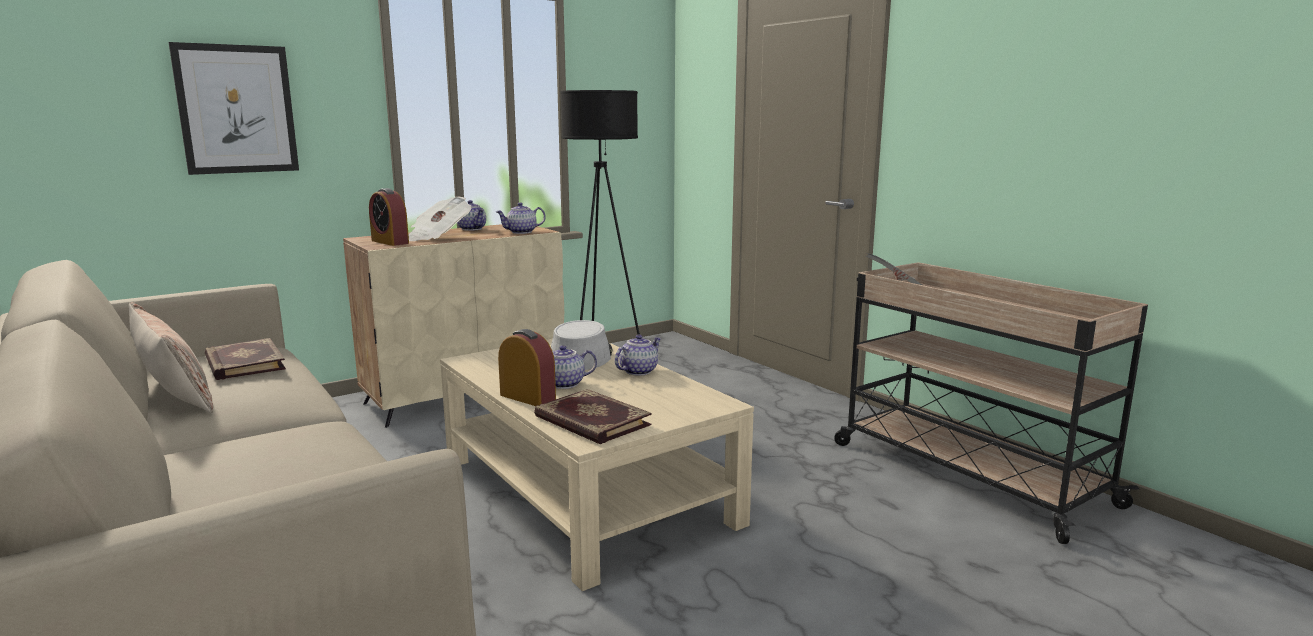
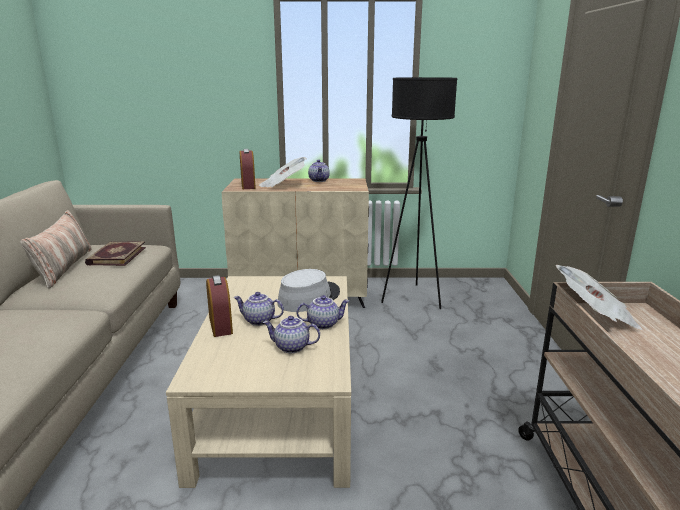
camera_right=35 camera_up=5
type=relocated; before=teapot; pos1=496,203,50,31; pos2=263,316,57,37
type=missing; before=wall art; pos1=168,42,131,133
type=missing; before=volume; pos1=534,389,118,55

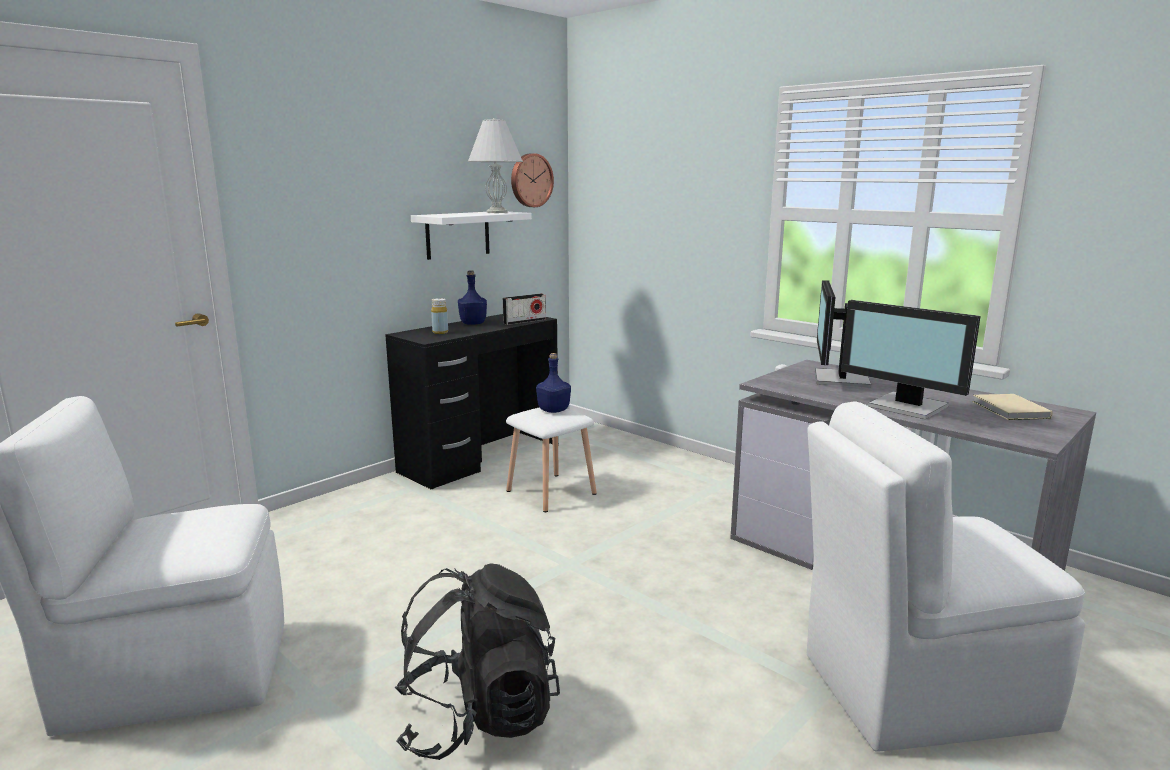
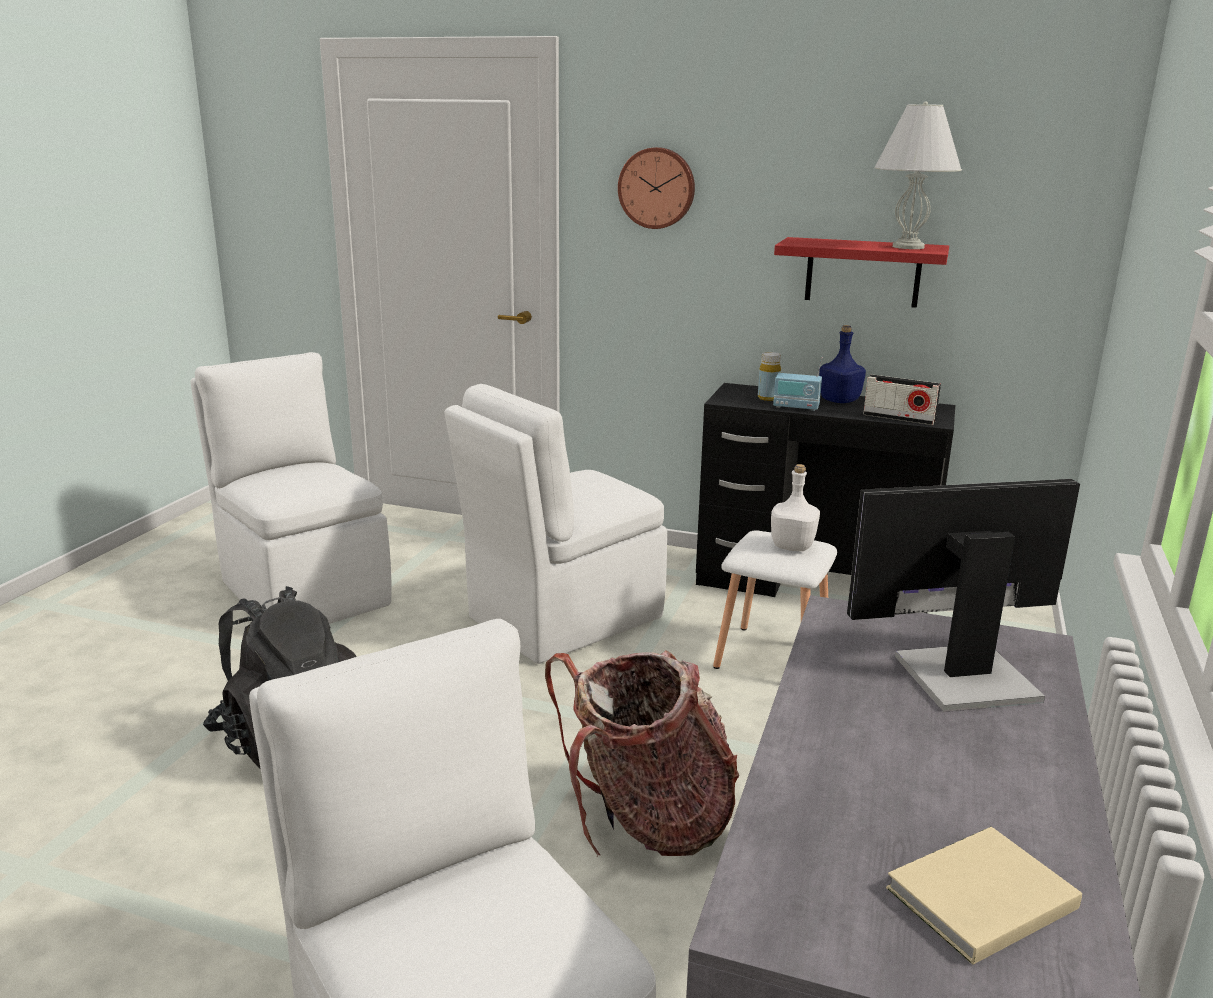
camera_right=65 camera_up=5
type=appeared; after=white chair; pos2=444,384,223,280
type=appeared; after=rucksack; pos2=545,650,194,207
type=relocated; before=hanging clock; pos1=511,153,43,54; pos2=618,147,77,82
type=colour; before=bluish bottle; after=white bottle; pos1=536,353,35,60; pos2=771,464,49,87
type=appeared; after=radio; pos2=773,357,50,54
type=colour; before=white shelf; after=reddish shelf; pos1=411,212,121,48; pos2=774,237,175,71
type=missing; before=computer display; pos1=841,300,140,119

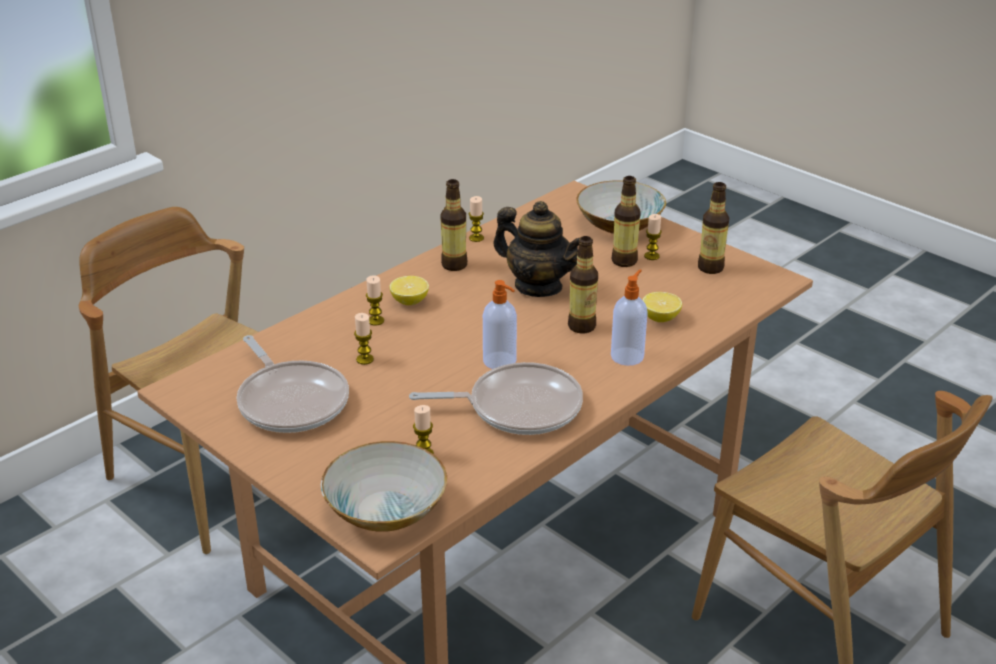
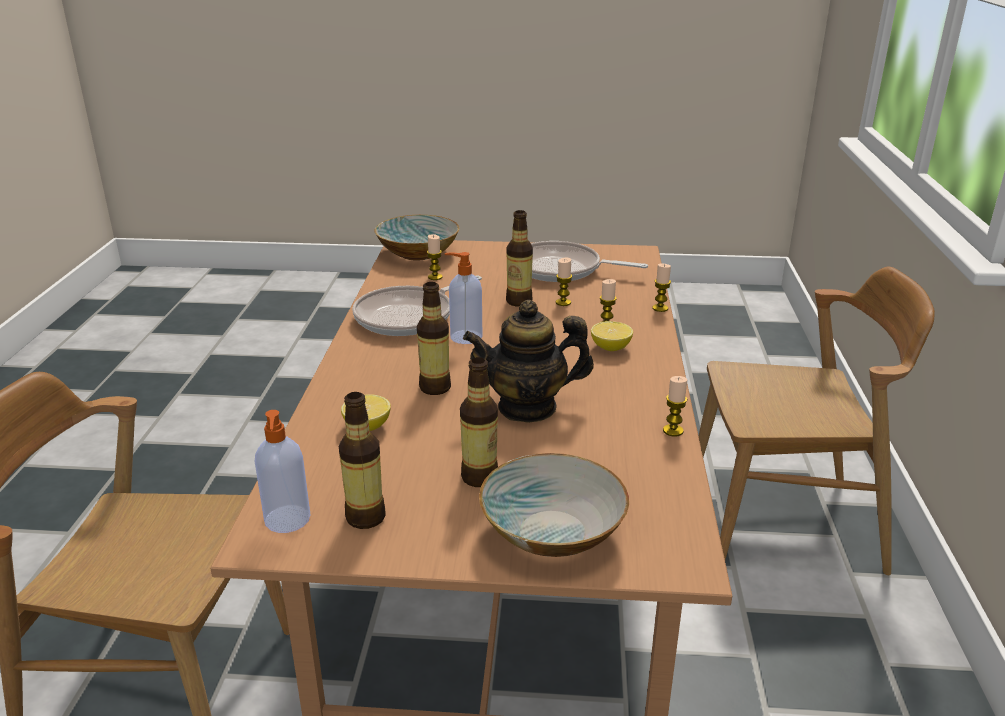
camera_right=140 camera_up=-5
type=relocated; before=liquid soap bottle; pos1=611,270,37,96; pos2=255,410,56,123
type=relocated; before=bottle; pos1=440,179,27,92; pos2=506,210,27,97
type=relocated; before=wax candle; pos1=644,214,18,46; pos2=652,263,19,49

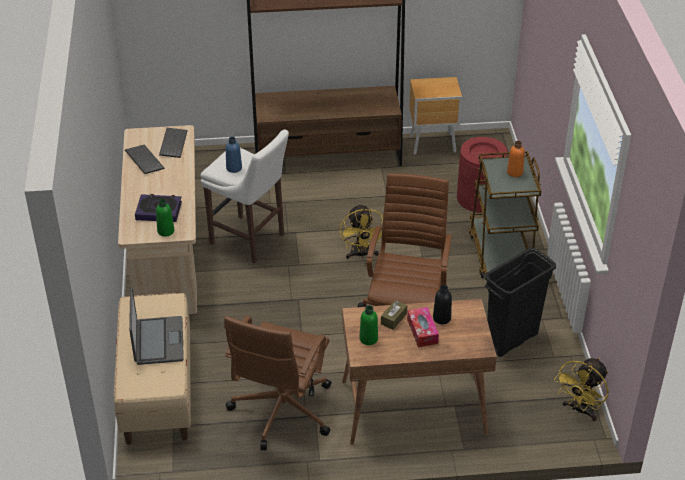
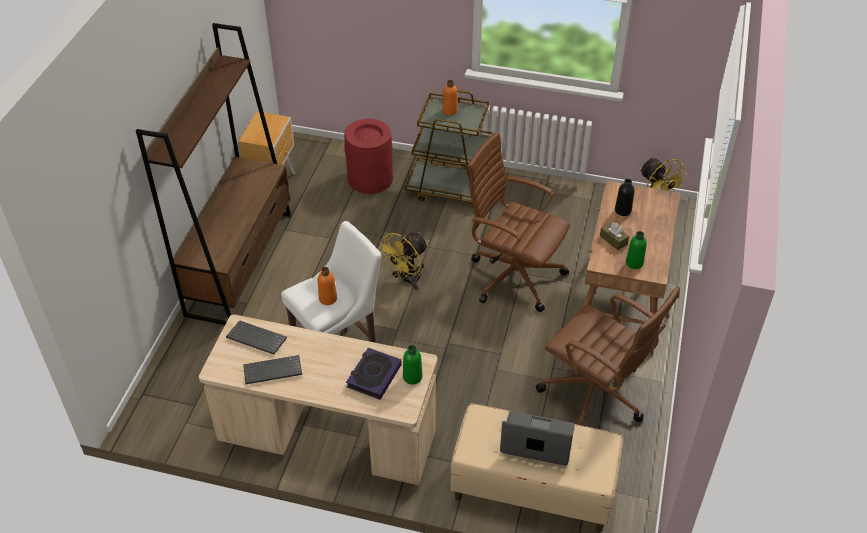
camera_right=-70 camera_up=5
type=colour; before=bluish bottle; after=orangey bottle; pos1=226,137,16,36; pos2=318,267,19,38
type=spun; before=yellowish fan; pos1=340,203,43,56; pos2=378,232,50,58; turn=120
type=missing; before=tissue box; pos1=407,307,32,40
type=missing; before=black-coloured rubbish bin; pos1=485,248,71,109

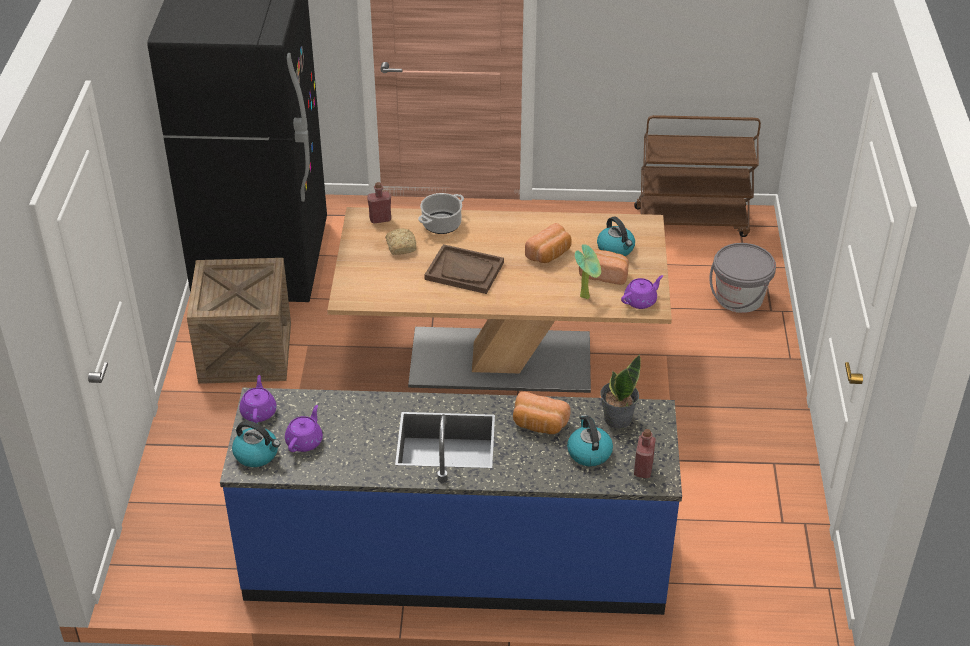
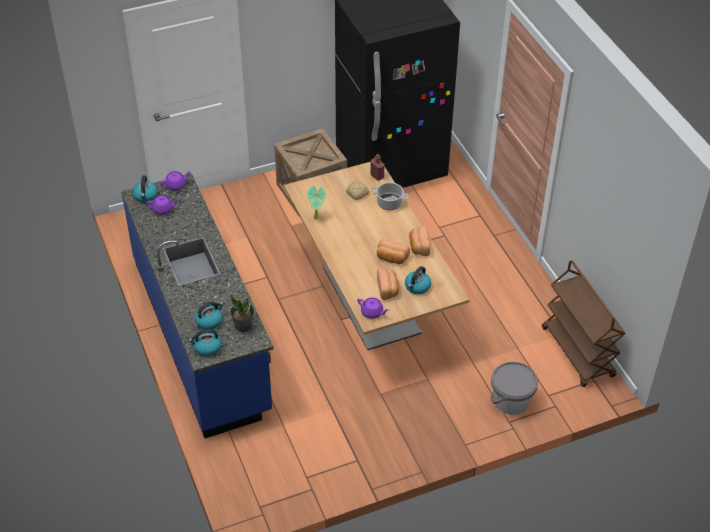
camera_right=65 camera_up=5
type=exchanged; before=reddish bottle; after=water kettle; pos1=634,429,22,49; pos2=188,329,34,27
type=relocated; before=houseplant; pos1=575,244,26,55; pos2=308,186,18,34
type=relocated; before=baked bread; pos1=513,392,58,42; pos2=409,226,21,30
type=missing; before=brown carrying tray; pos1=424,244,80,50

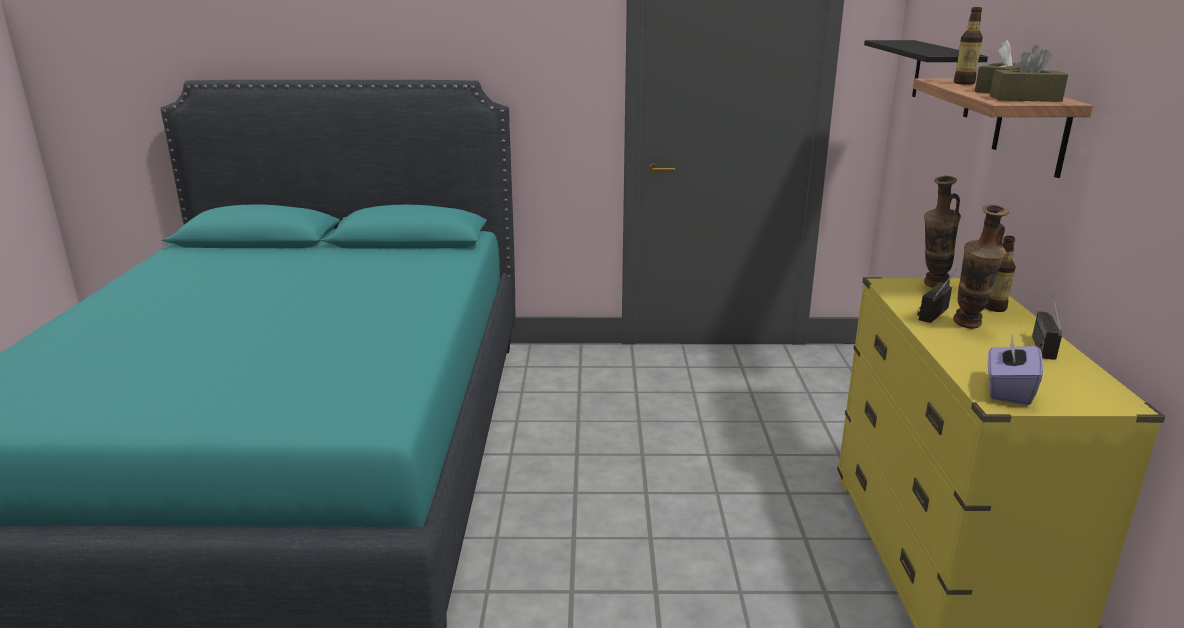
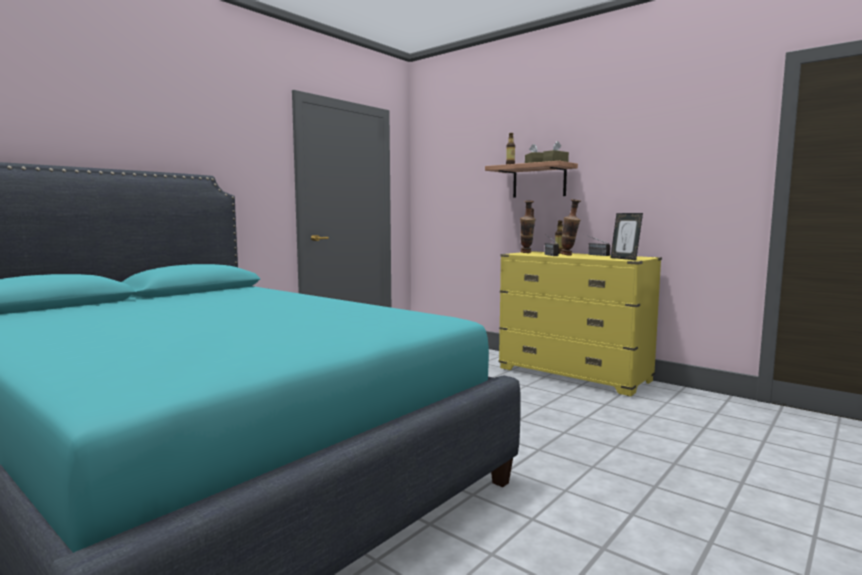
camera_right=-50 camera_up=-15
type=exchanged; before=purple-coloured tissue box; after=photo frame; pos1=988,335,55,71; pos2=610,213,33,47
type=missing; before=black-coloured shelf; pos1=864,40,124,77

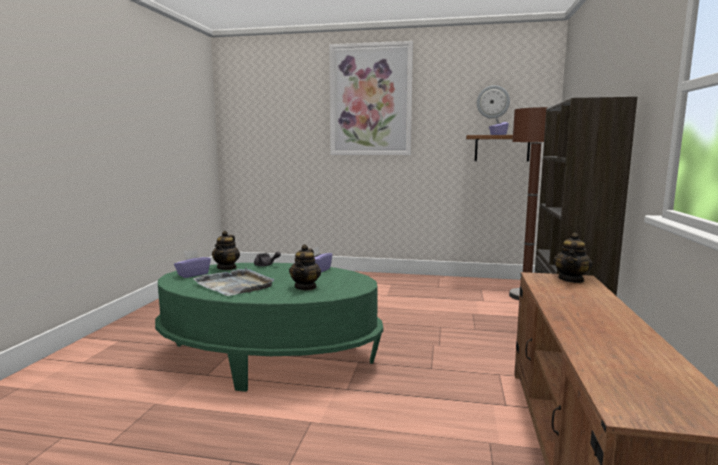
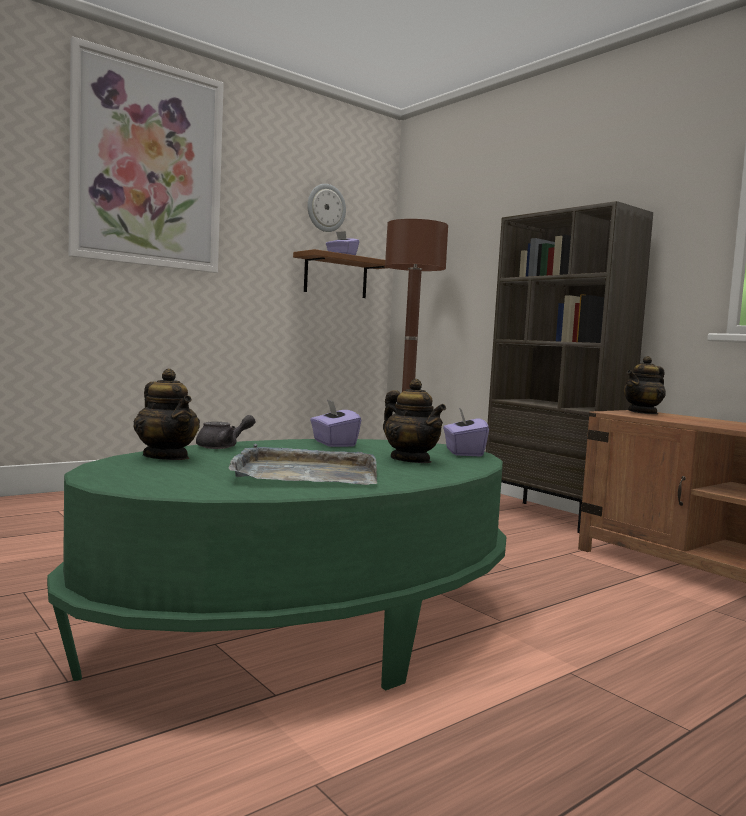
camera_right=-50 camera_up=-5
type=relocated; before=purple-coloured tissue box; pos1=174,250,37,28; pos2=443,408,46,48
type=spun; before=teapot; pos1=553,233,40,50; pos2=624,356,42,58; turn=75

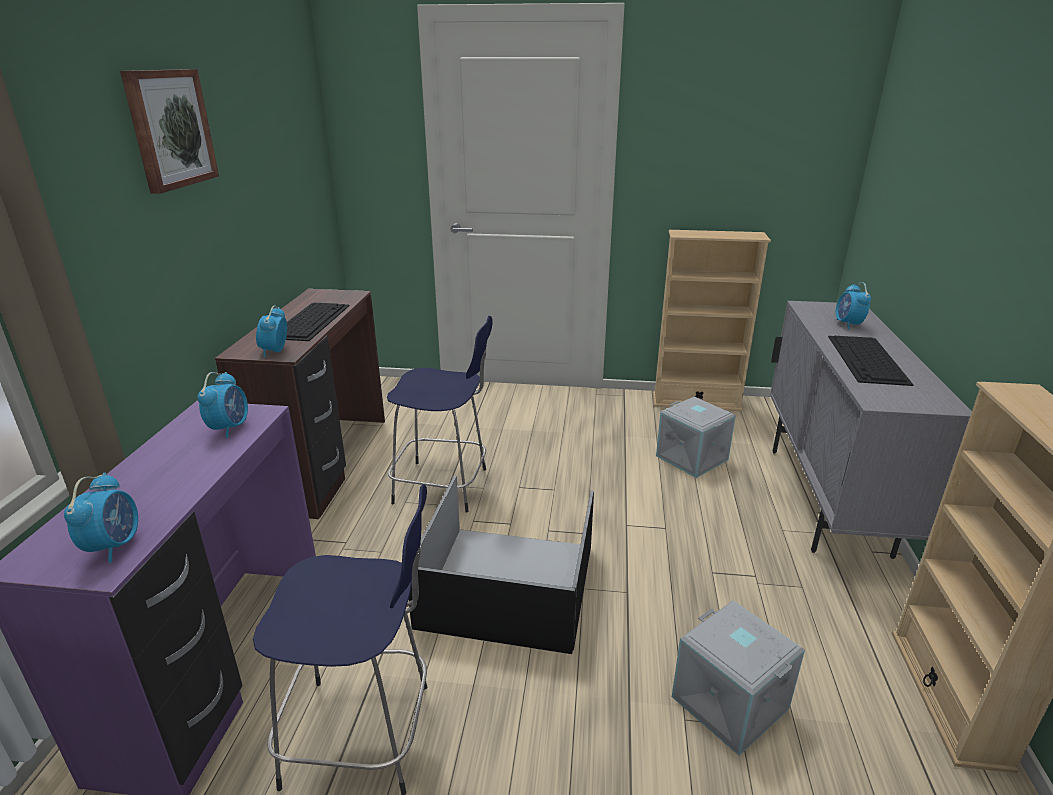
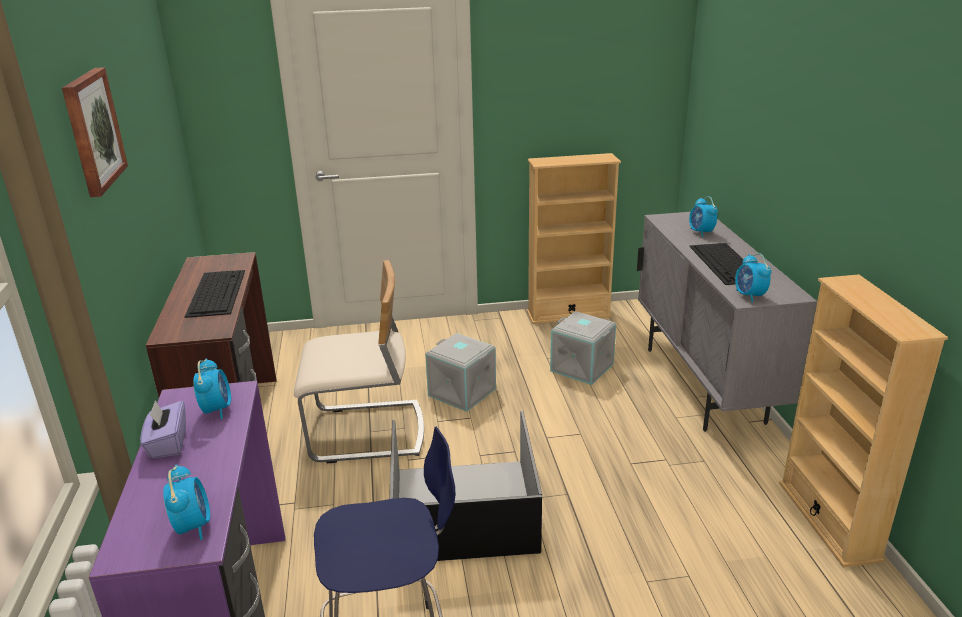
camera_right=-15 camera_up=0
type=appeared; after=purple-coloured tissue box; pos2=140,400,46,59
type=exchanged; before=bluish sitting stool; after=sand-coloured chair; pos1=387,316,106,197; pos2=294,260,130,203
type=relocated; before=grey storage container; pos1=672,600,133,156; pos2=425,333,71,79
type=relocated; before=alarm clock; pos1=256,305,31,52; pos2=735,253,36,49

